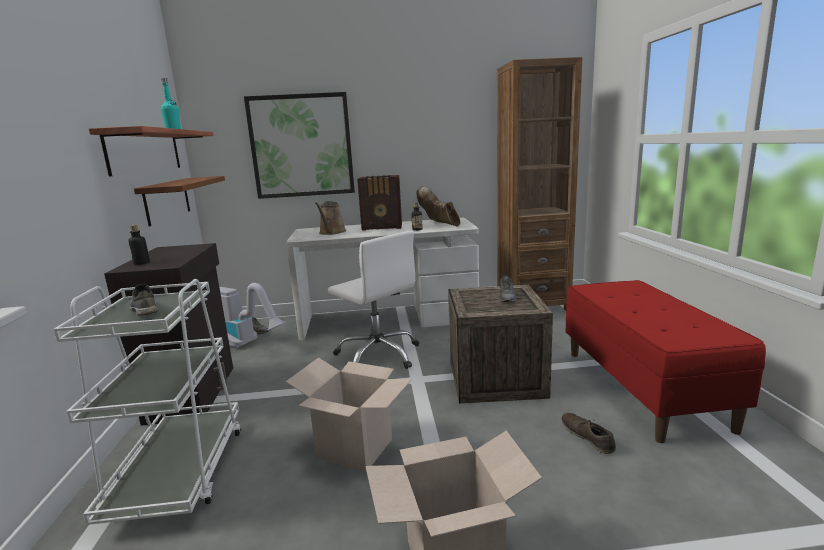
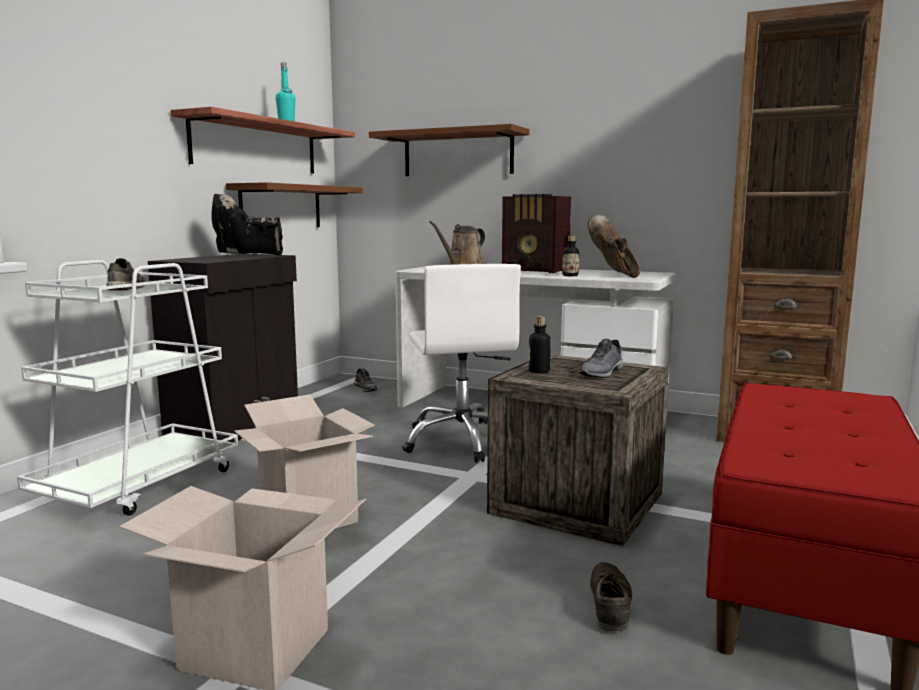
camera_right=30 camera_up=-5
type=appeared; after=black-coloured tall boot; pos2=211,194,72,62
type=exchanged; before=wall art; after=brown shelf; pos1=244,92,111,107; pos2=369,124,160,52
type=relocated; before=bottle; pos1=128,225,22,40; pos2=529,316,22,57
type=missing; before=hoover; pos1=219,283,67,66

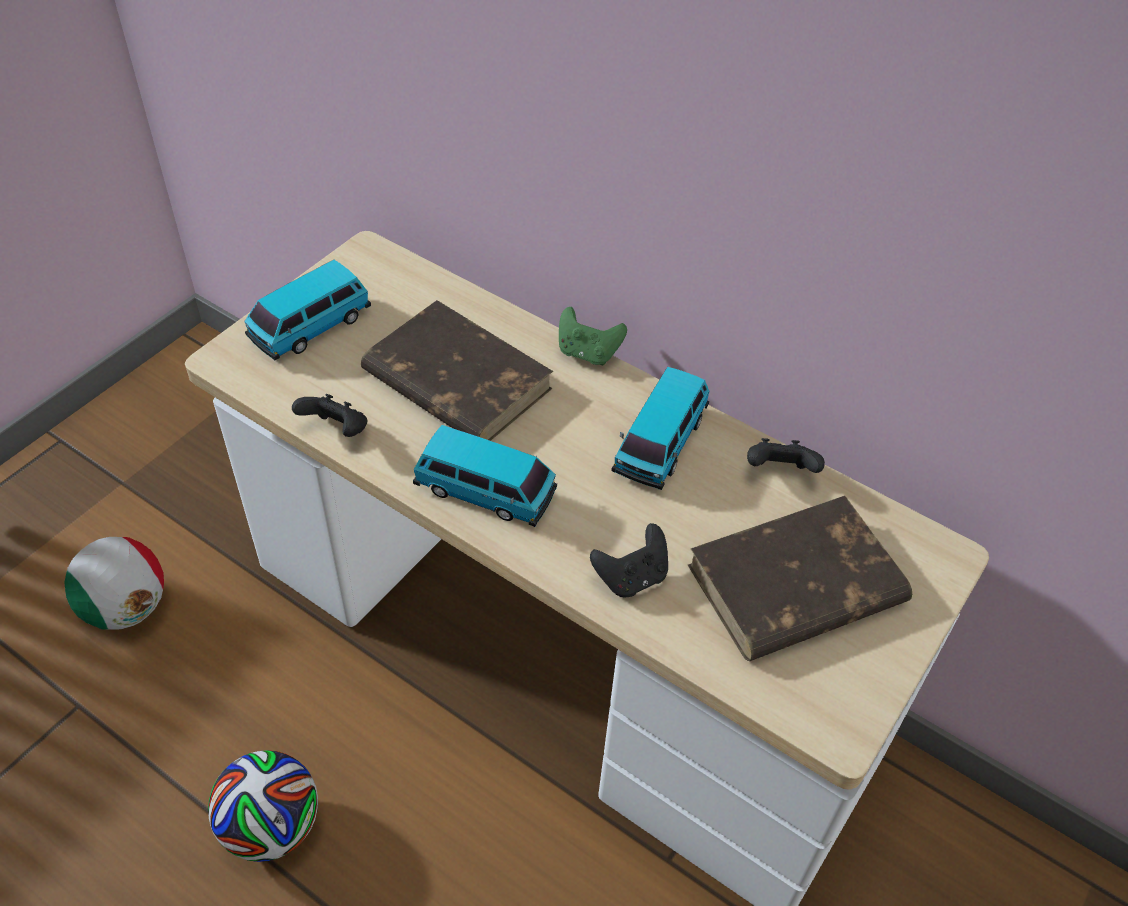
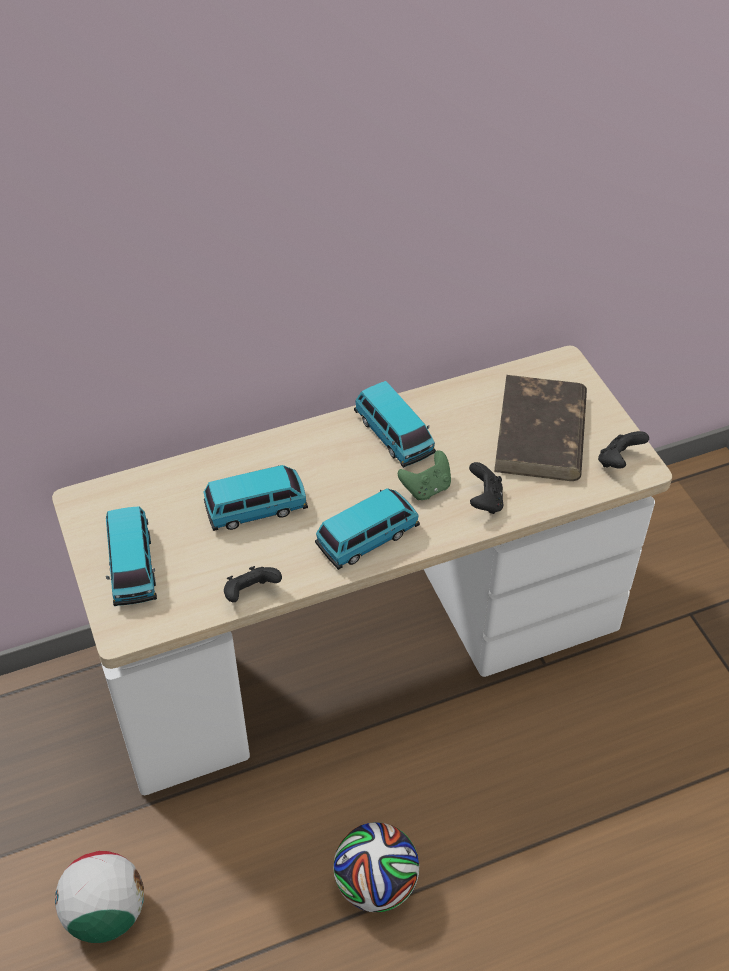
camera_right=-55 camera_up=0
type=exchanged; before=brown volume; after=model car; pos1=361,300,192,141; pos2=204,465,104,66
type=relocated; before=greenish game controller; pos1=559,307,68,58; pos2=398,451,53,49
type=relocated; before=black-coloured game controller; pos1=747,438,78,35; pos2=598,431,51,37

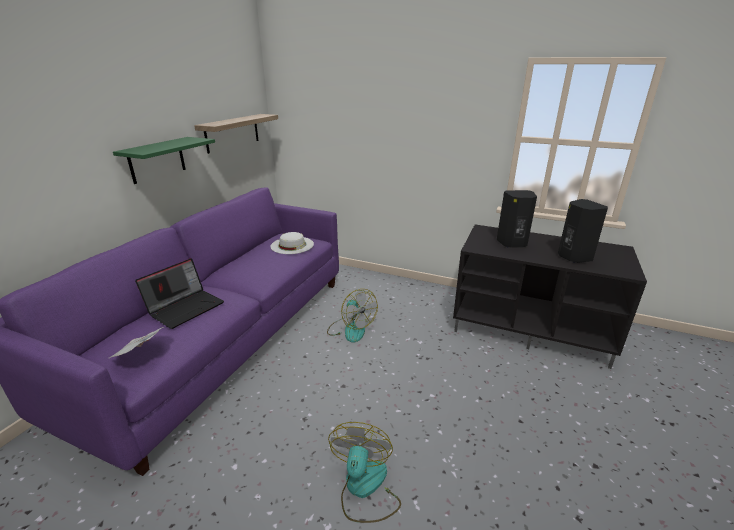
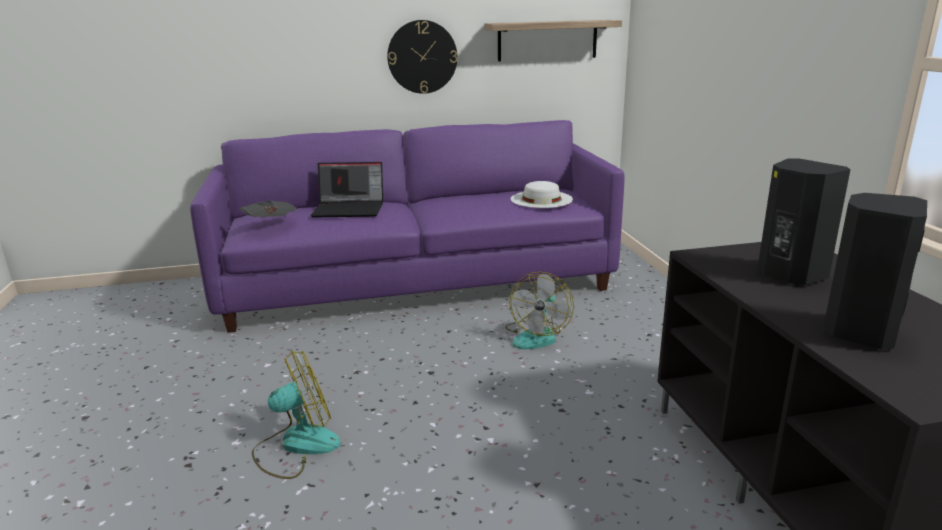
camera_right=55 camera_up=-5
type=exchanged; before=greenish shelf; after=hanging clock; pos1=113,137,102,47; pos2=387,20,70,74

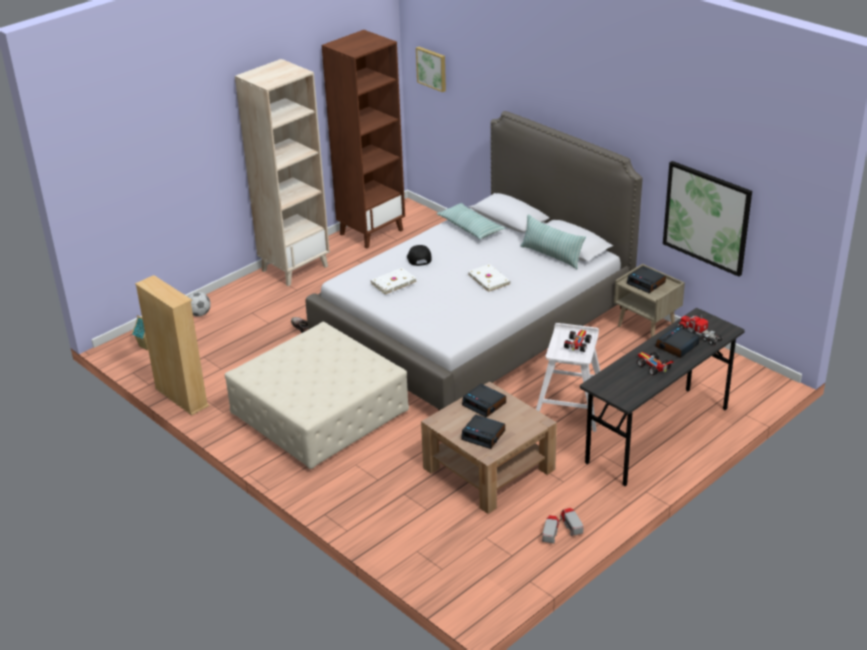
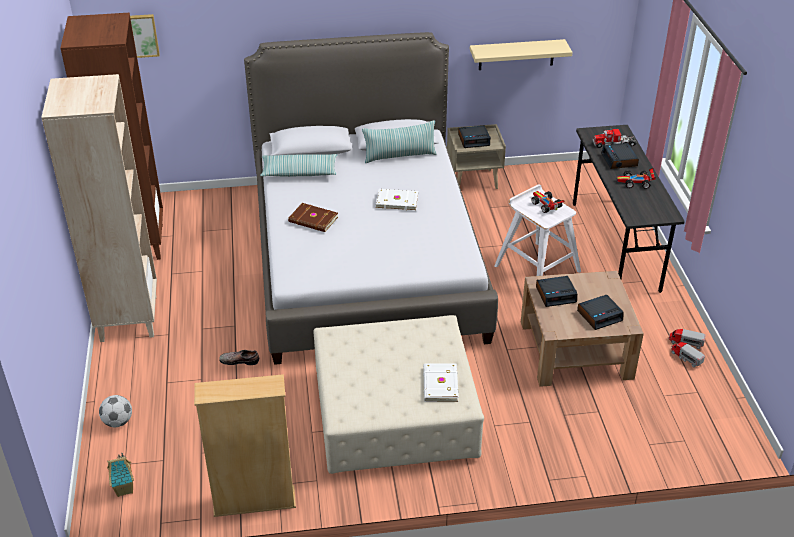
camera_right=-55 camera_up=5
type=exchanged; before=black-coloured cap; after=brown volume; pos1=407,245,25,21; pos2=288,203,50,29
type=relocated; before=white volume; pos1=370,268,47,27; pos2=423,364,36,38
type=exchanged; before=wall art; after=sand-coloured shelf; pos1=663,161,89,116; pos2=470,39,103,31

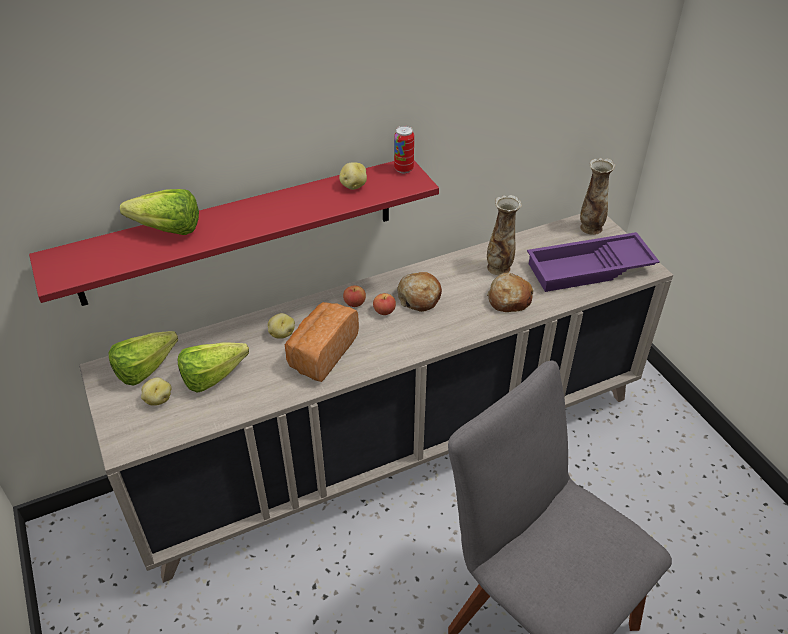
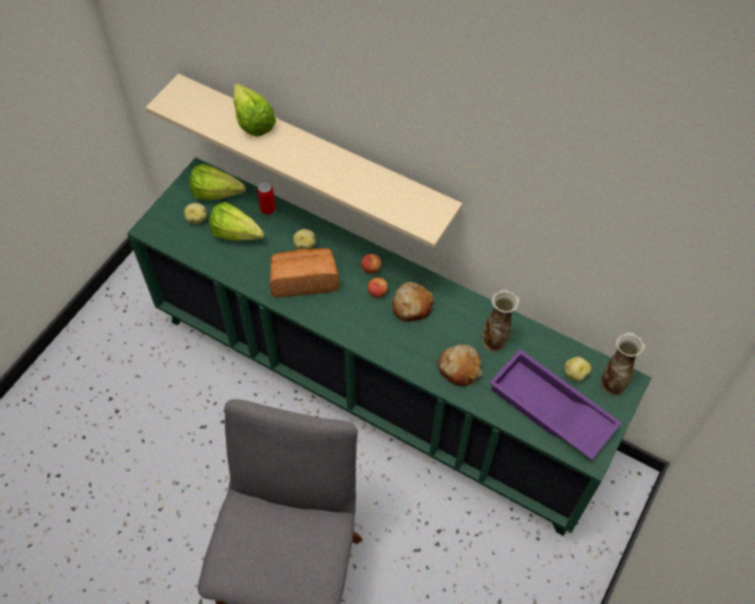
camera_right=55 camera_up=15
type=colour; before=sand-coloured cabinet; after=greenish cabinet; pos1=79,214,594,369; pos2=127,157,524,379
type=colour; before=reddish shelf; after=sand-coloured shelf; pos1=29,160,410,146; pos2=146,74,317,174
type=relocated; before=metal can; pos1=394,126,20,47; pos2=257,181,19,33
type=relocated; before=whole potato; pos1=339,162,28,28; pos2=564,357,27,24

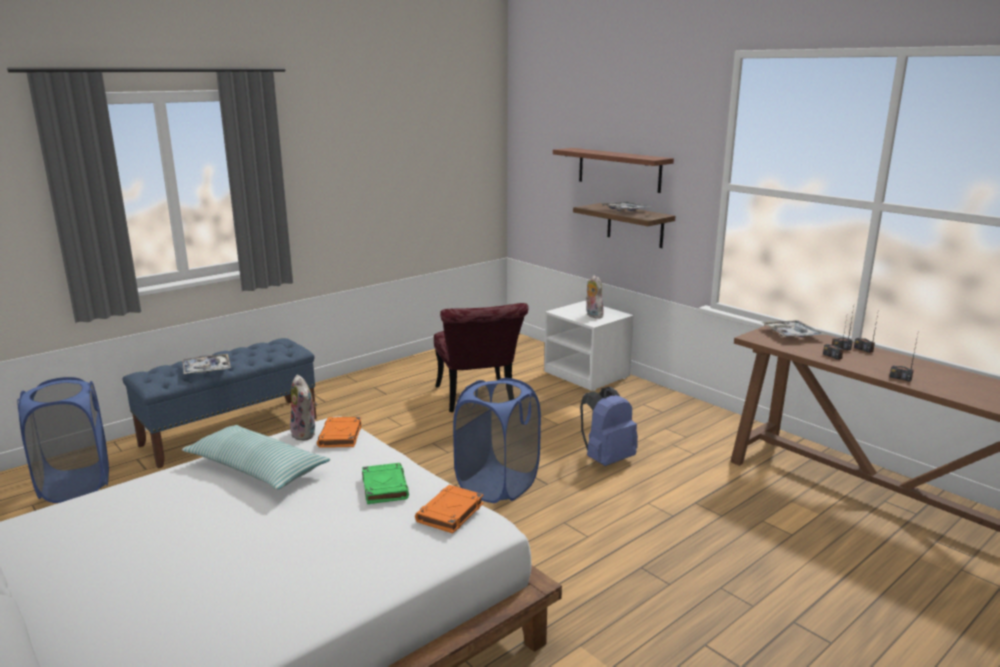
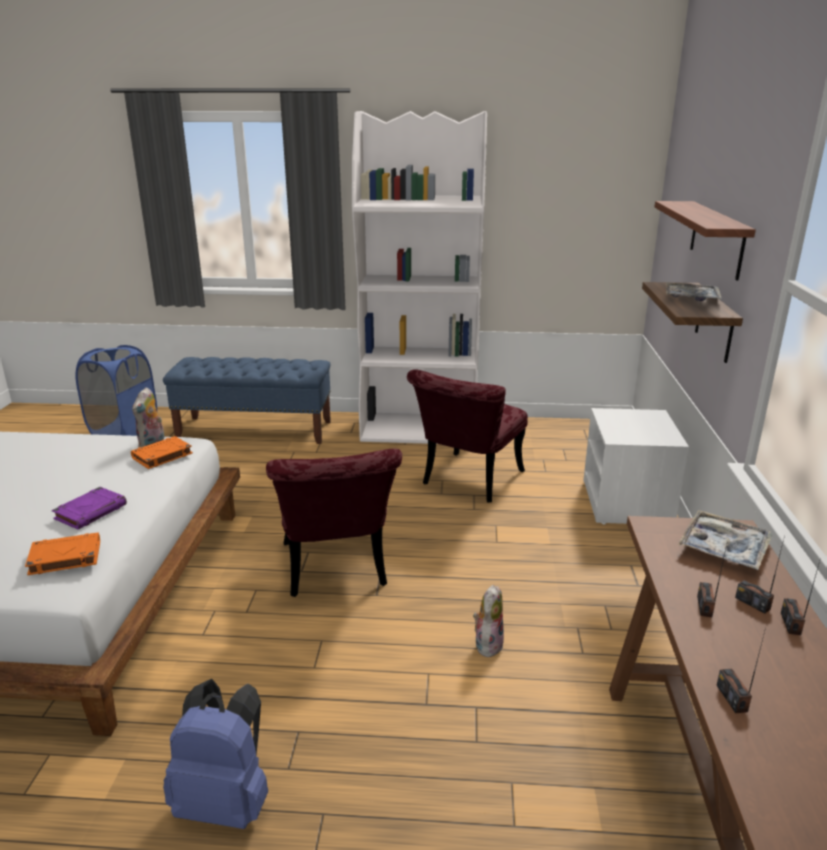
camera_right=45 camera_up=5
type=colour; before=greenish volume; after=purple-coloured volume; pos1=362,463,47,41; pos2=52,487,75,43
type=relocated; before=bluish rucksack; pos1=580,387,58,79; pos2=163,679,105,150
type=exchanged; before=bluish hamper; after=reddish chair; pos1=453,378,88,125; pos2=266,449,136,148
type=appeared; after=white shelving unit; pos2=352,111,135,333
type=relocated; before=soft toy; pos1=586,275,18,43; pos2=473,585,31,73
type=missing; before=carrying tray; pos1=182,354,49,20
type=missing; before=throw pillow; pos1=182,425,148,65

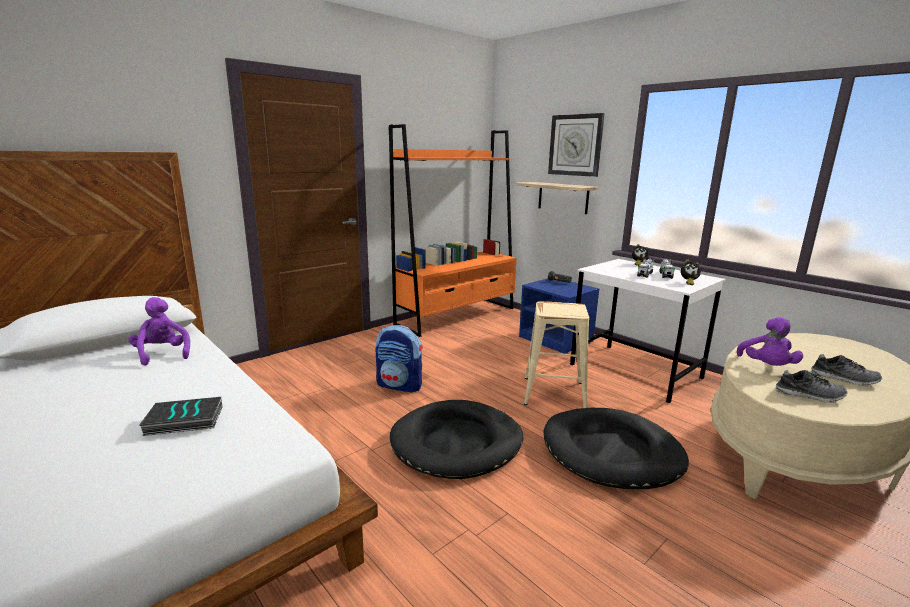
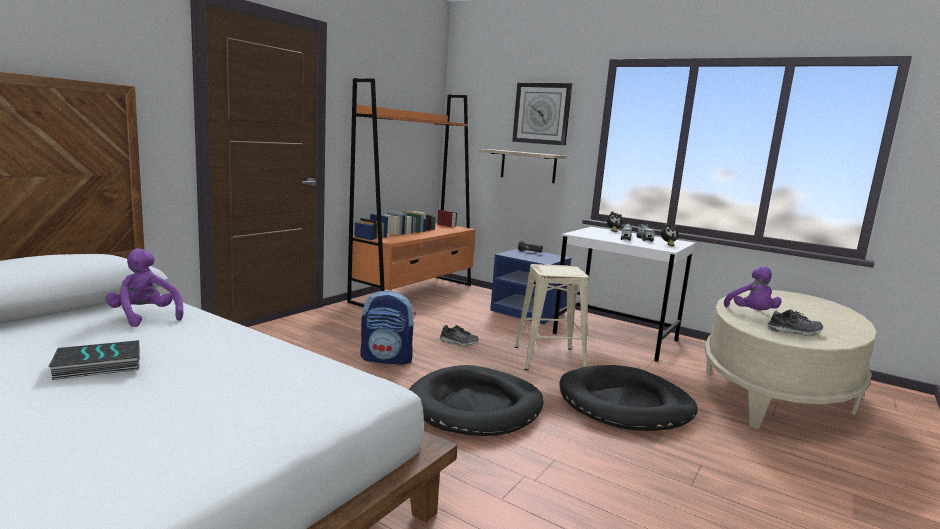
camera_right=-15 camera_up=-5
type=relocated; before=volume; pos1=139,397,83,39; pos2=48,340,92,40
type=relocated; before=item of footwear; pos1=810,354,72,32; pos2=439,325,40,21

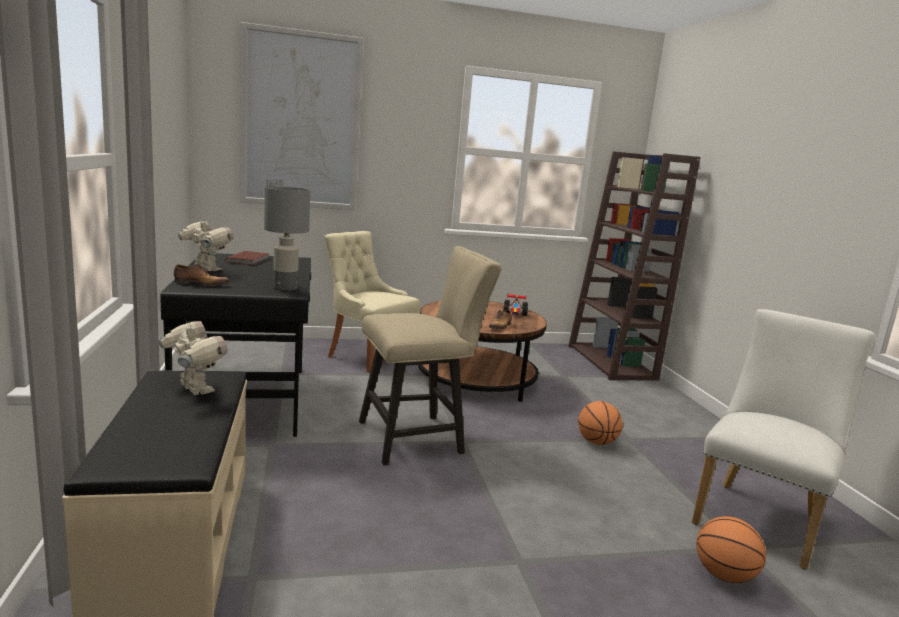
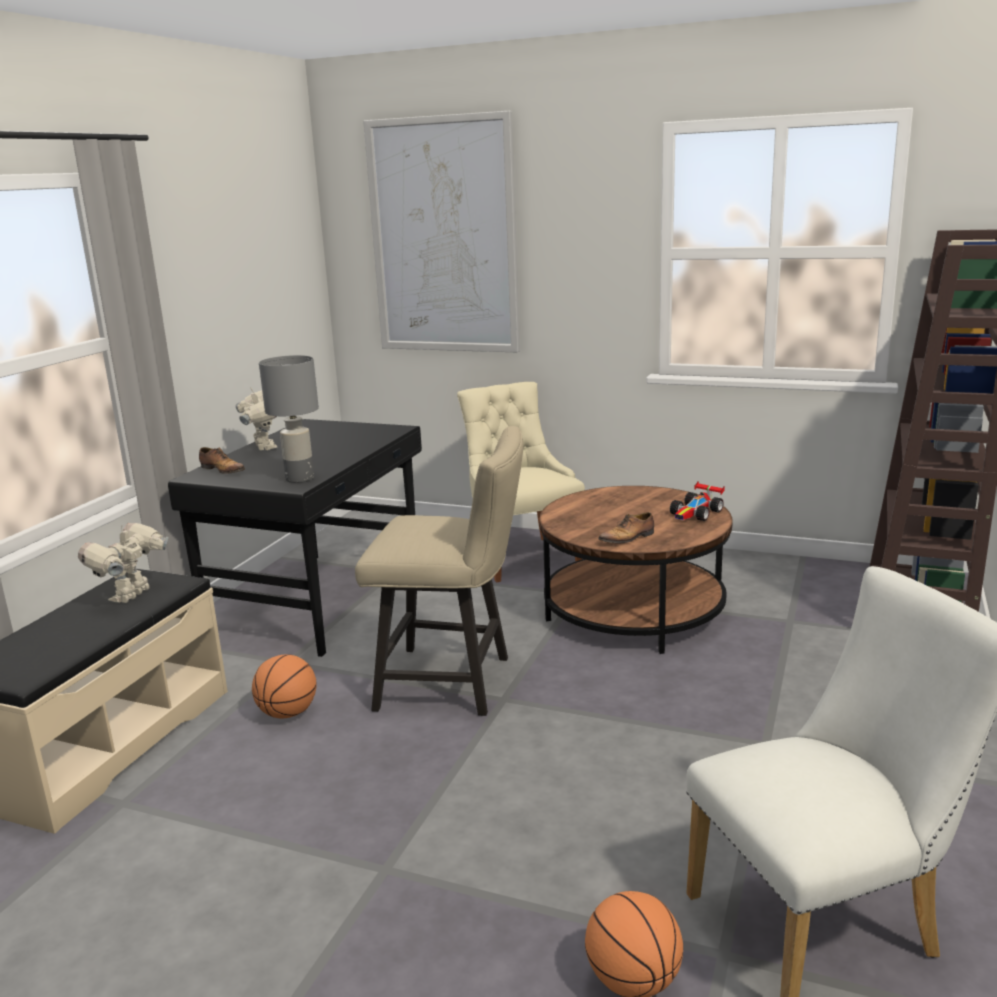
camera_right=35 camera_up=5
type=spun; before=model robot; pos1=158,321,70,74; pos2=78,522,90,81; turn=-150
type=relocated; before=basketball ball; pos1=578,401,45,44; pos2=252,654,65,64
type=missing; before=brown volume; pos1=225,251,45,14

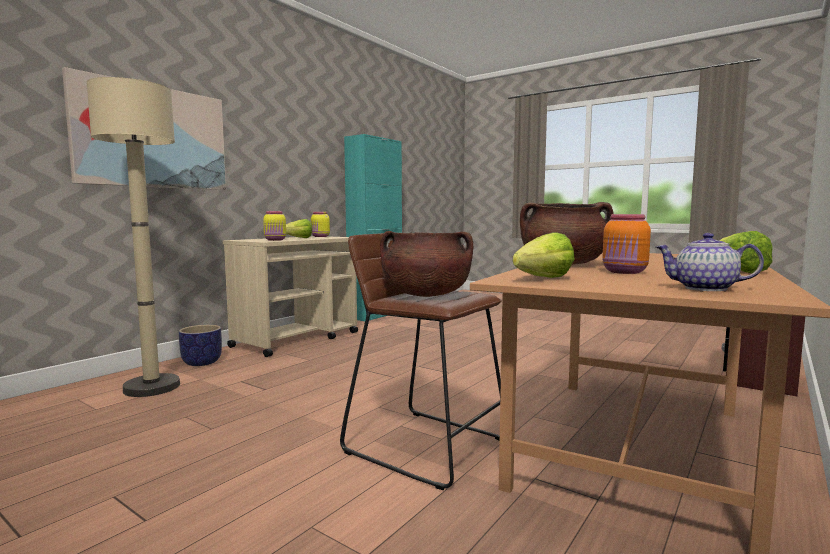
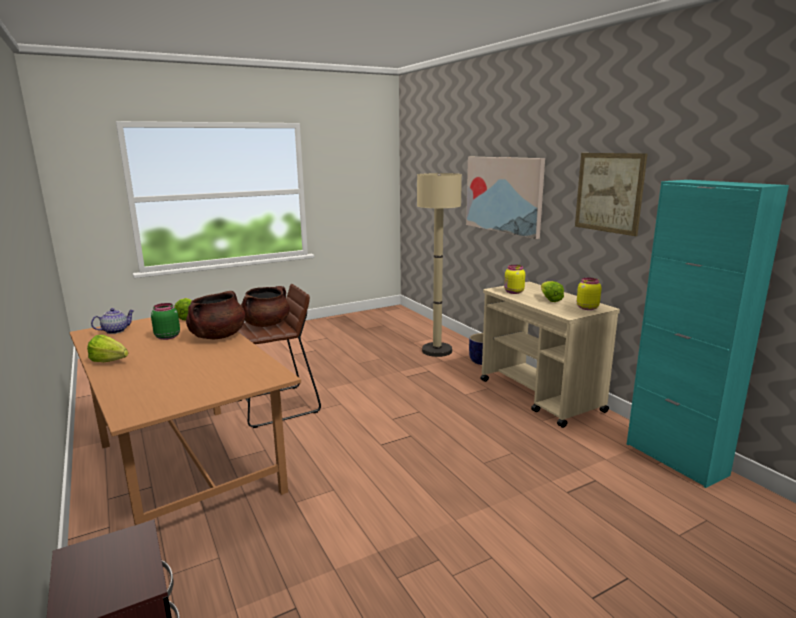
camera_right=115 camera_up=10
type=colour; before=orangey jar; after=greenish jar; pos1=602,214,49,60; pos2=151,303,29,37
type=appeared; after=wall art; pos2=575,153,73,83

